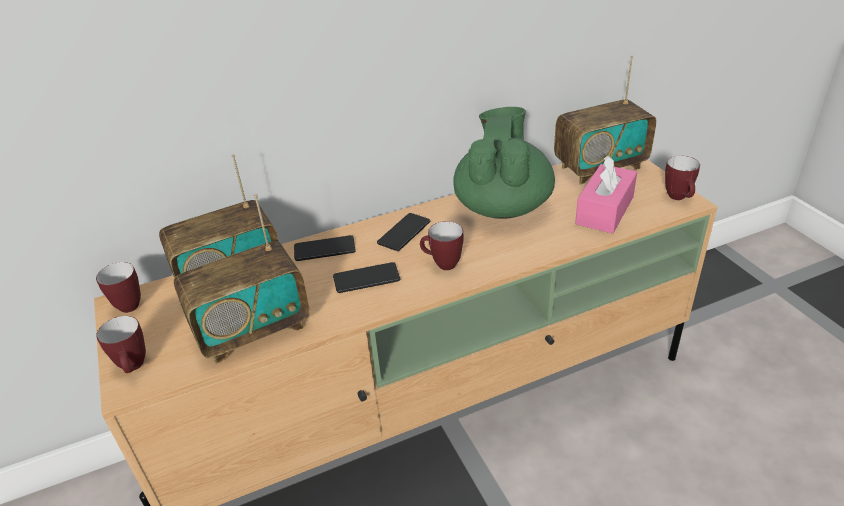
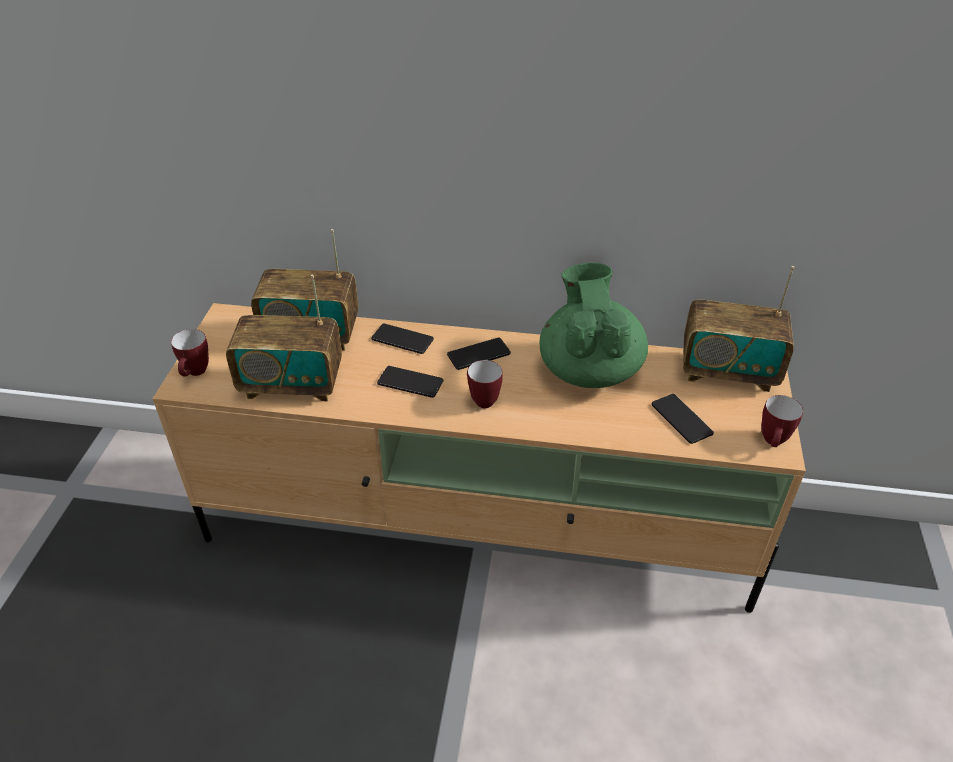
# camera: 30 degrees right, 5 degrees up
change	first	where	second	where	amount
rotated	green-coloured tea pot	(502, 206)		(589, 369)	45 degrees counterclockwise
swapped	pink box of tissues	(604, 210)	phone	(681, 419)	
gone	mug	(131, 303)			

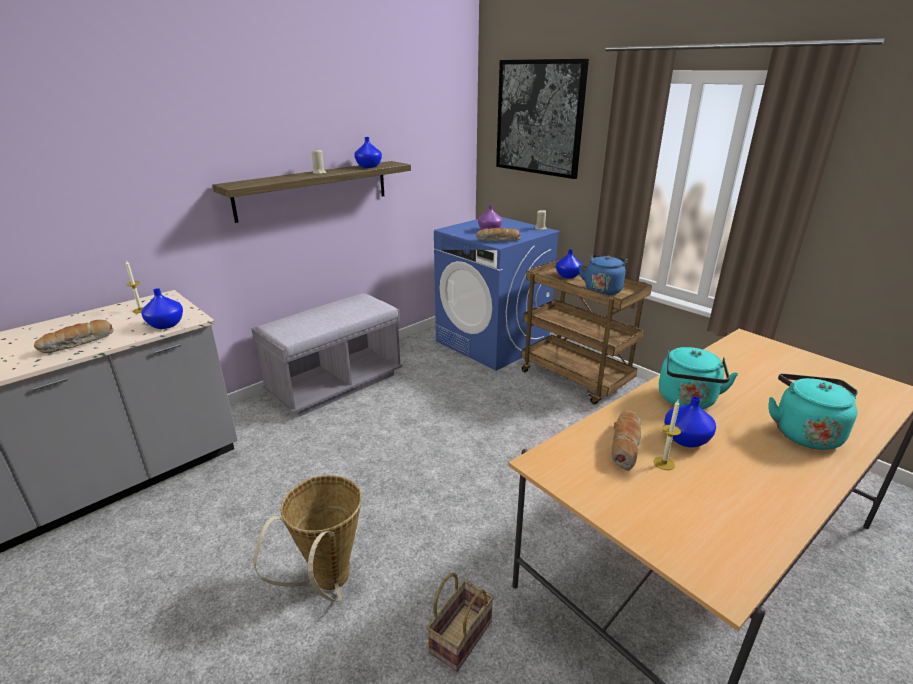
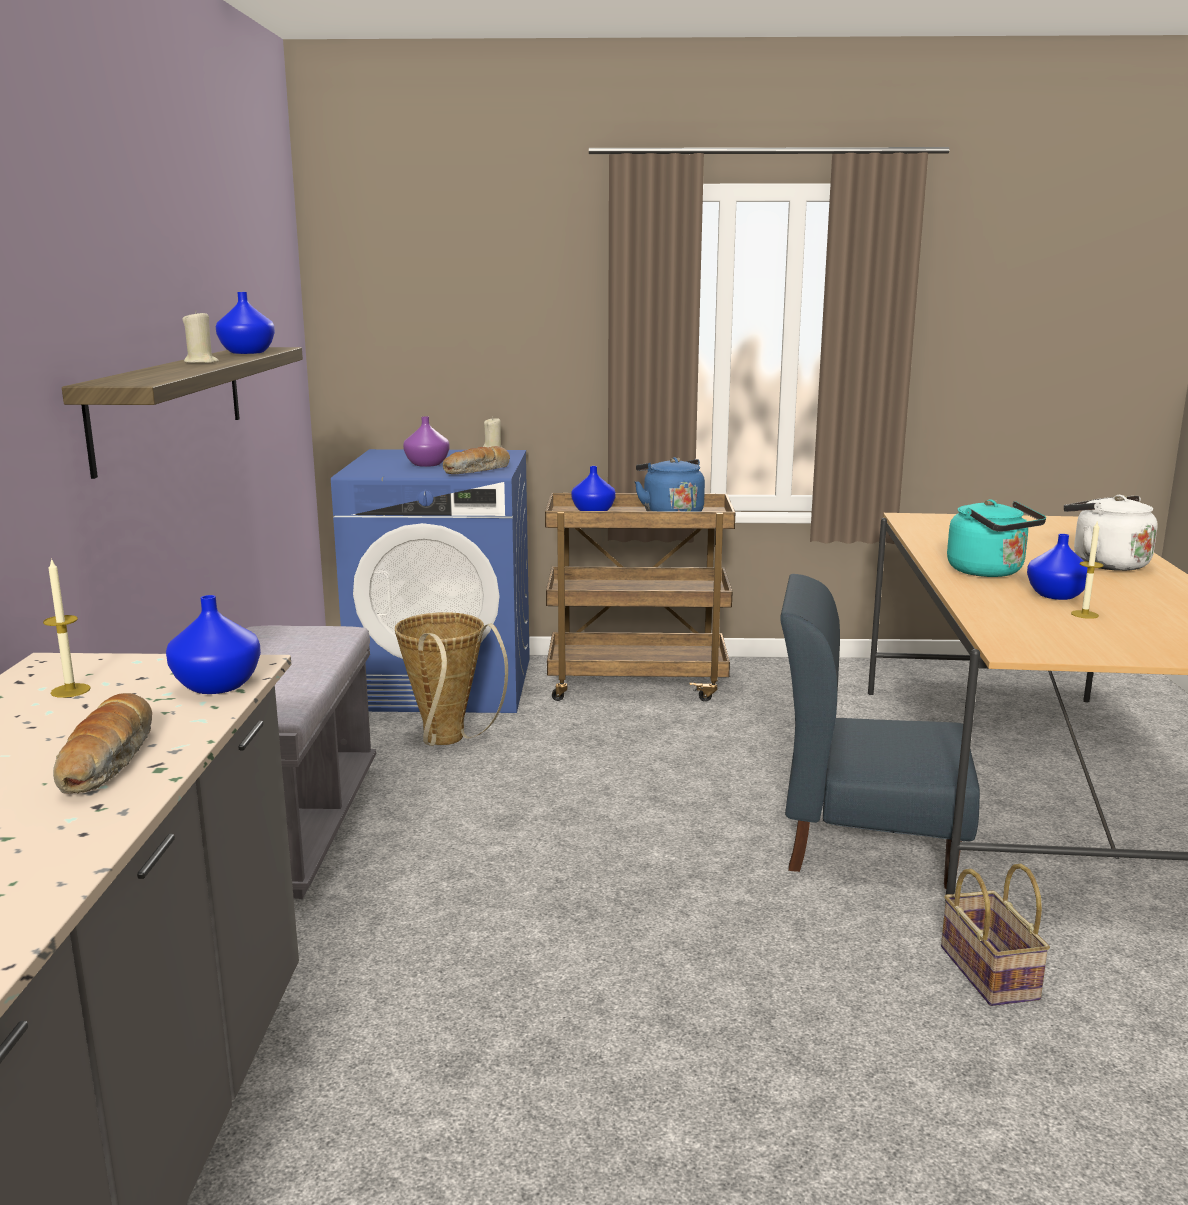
# camera: 45 degrees left, 10 degrees down
change	first	where	second	where	amount
shifted	basket	(328, 584)		(447, 742)	
new			blue-coloured upright chair	(866, 844)	
repainted	turquoise-coloured tea kettle	(804, 432)	white tea kettle	(1105, 564)	
gone	wall art	(539, 118)			
gone	baked bread	(624, 445)			

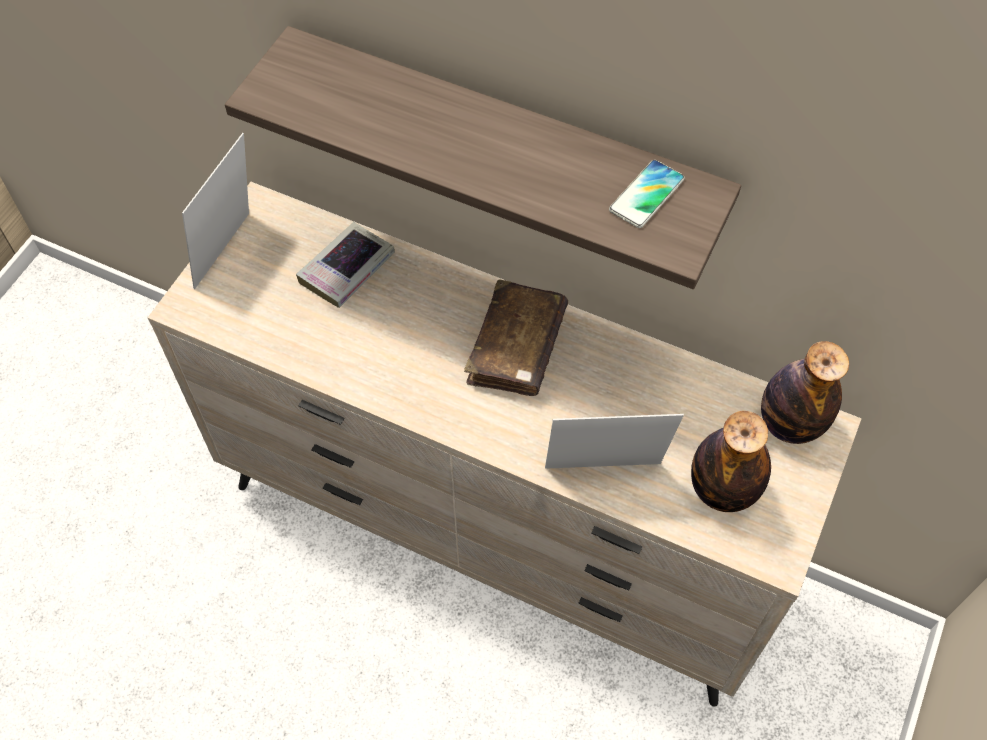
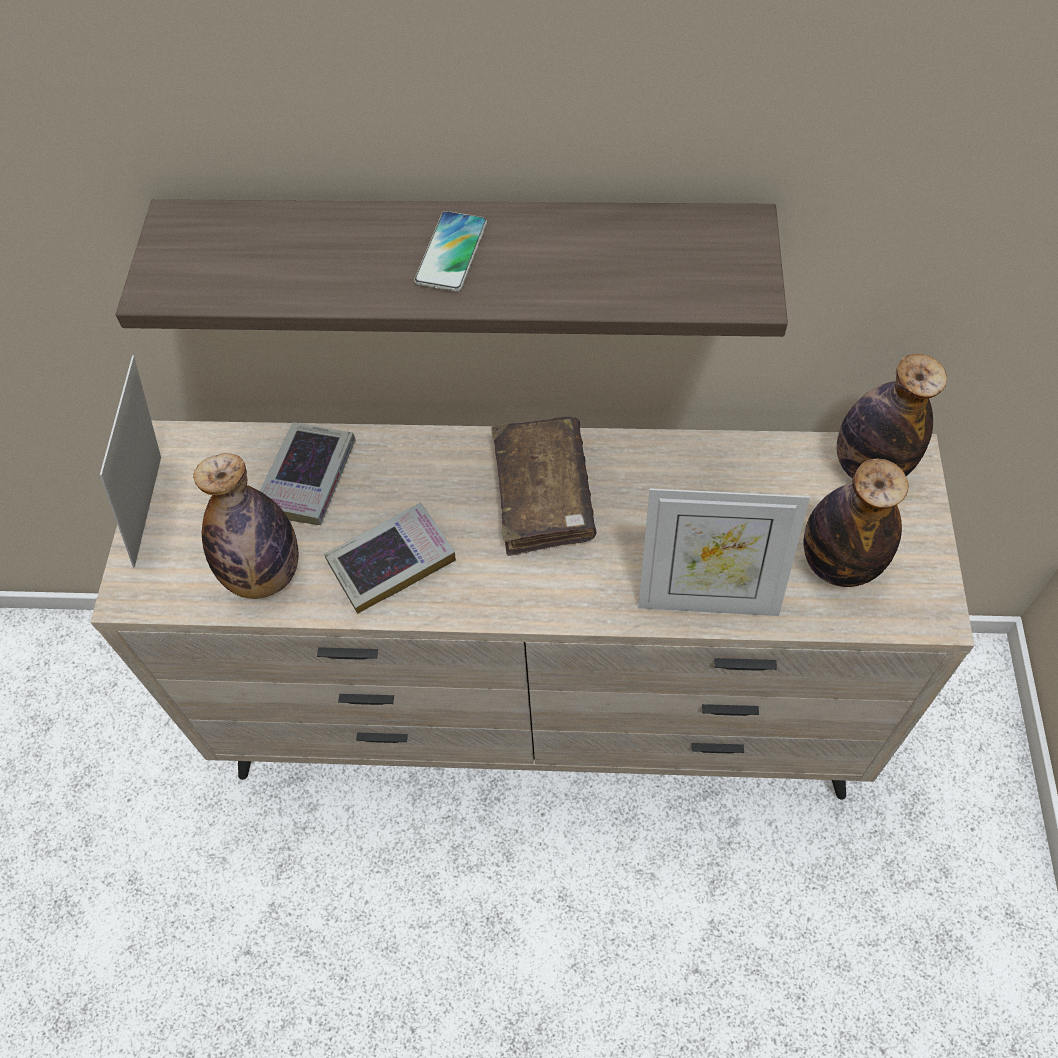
# camera: 20 degrees left, 0 degrees up
change	first	where	second	where	amount
new			beverage bottle	(264, 574)	
new			book	(391, 561)	
shifted	phone	(646, 195)		(451, 253)	
rotated	picture frame	(603, 476)		(708, 598)	150 degrees counterclockwise

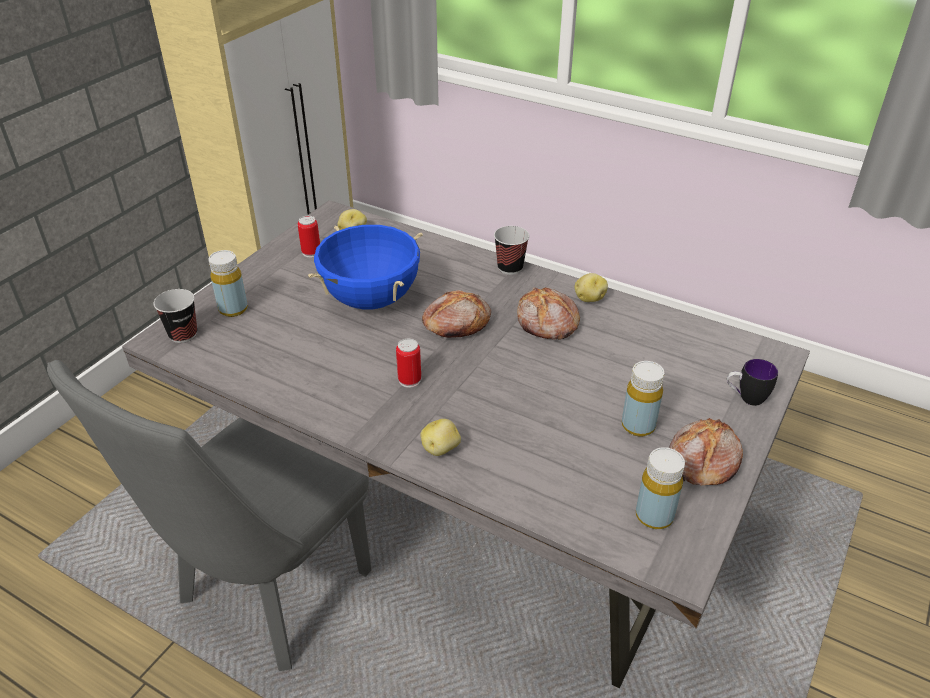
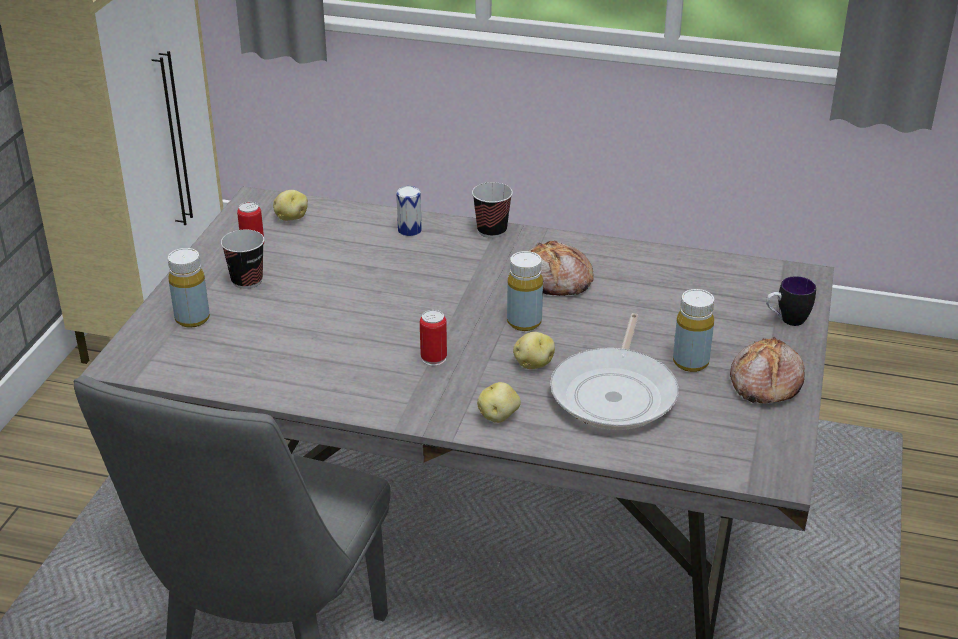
# camera: 15 degrees left, 5 degrees down
change	first	where	second	where	amount
shifted	drinking cup	(183, 334)		(247, 280)	
new			can	(409, 230)	
shifted	yellowish beverage bottle	(654, 516)		(524, 322)	
shifted	whole potato	(589, 298)		(533, 364)	
new			skillet	(615, 393)	
gone	blue-coloured cooking pot	(371, 299)			
gone	baked bread	(456, 323)			

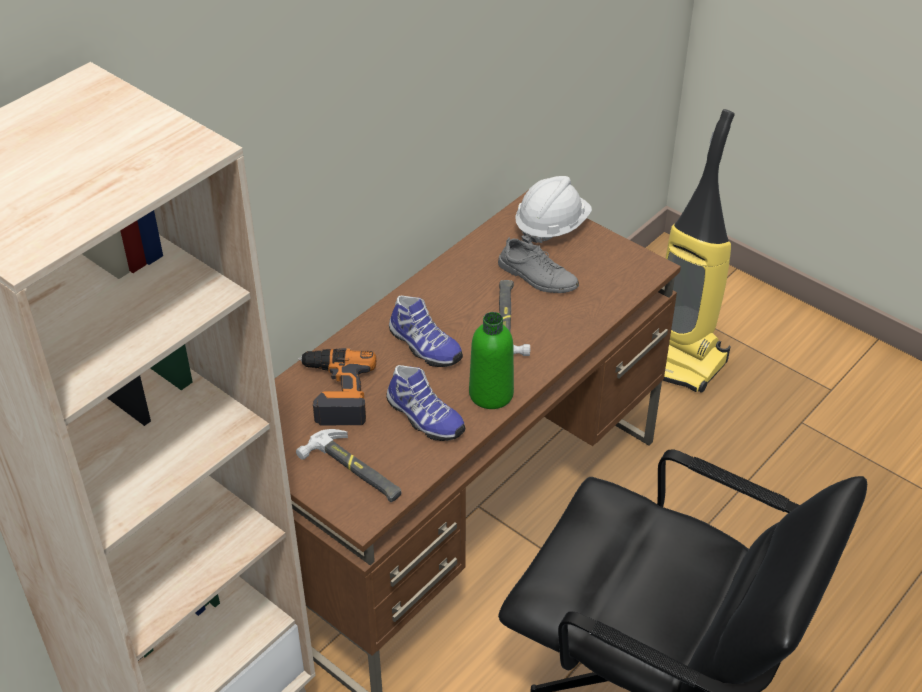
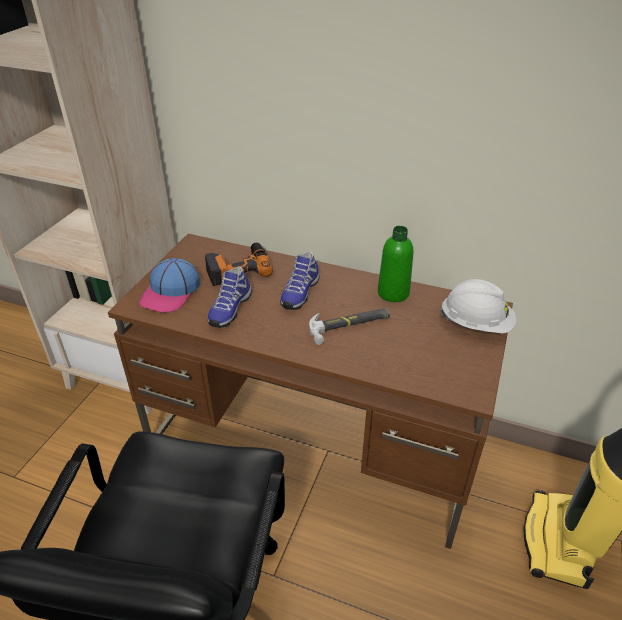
# camera: 70 degrees right, 5 degrees down
change	first	where	second	where	amount
swapped	tool hammer	(354, 471)	cap	(171, 292)	
shifted	green-coloured beverage bottle	(491, 394)		(393, 293)	
gone	greyish shoe	(537, 276)			

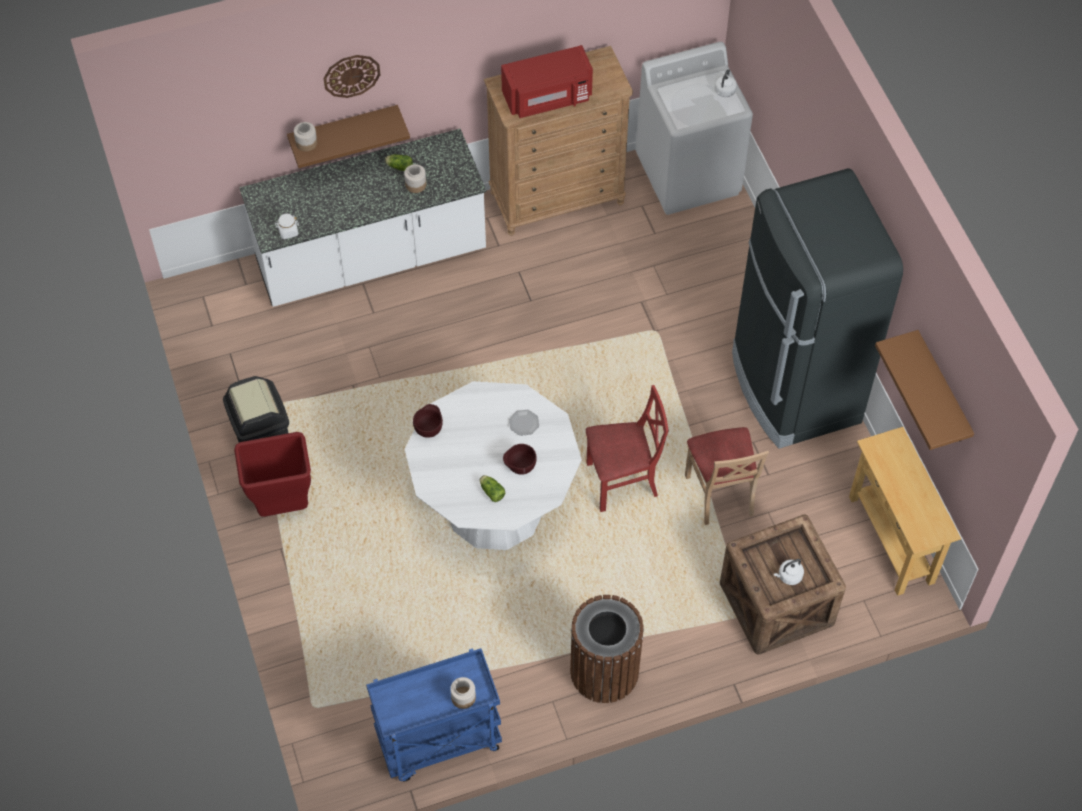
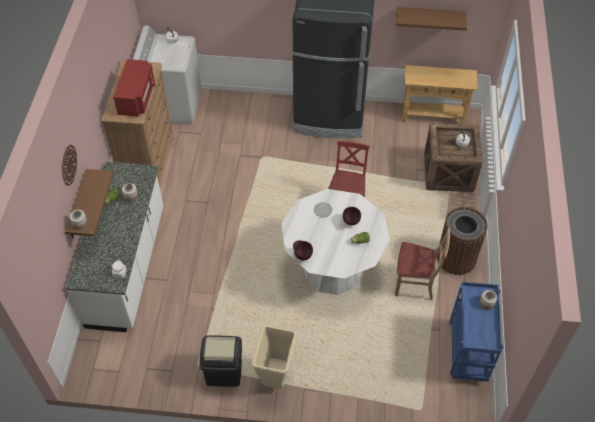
# camera: 65 degrees left, 5 degrees down
change	first	where	second	where	amount
repainted	red trash can	(283, 508)	beige trash can	(276, 378)	
shifted	beige upright chair	(720, 494)		(415, 284)	

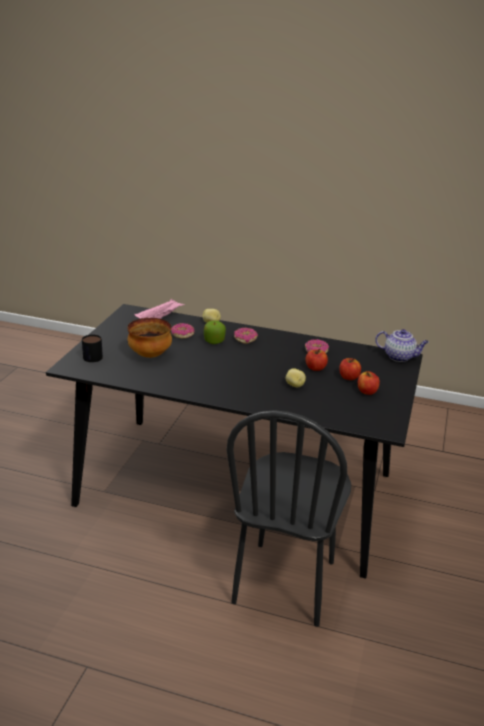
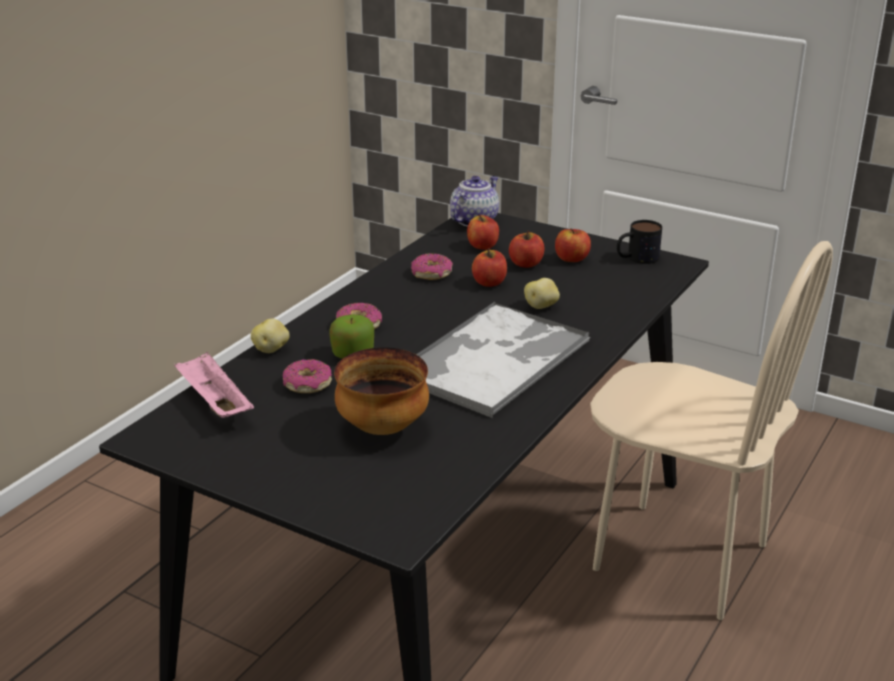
# camera: 75 degrees left, 0 degrees up
change	first	where	second	where	amount
new			serving tray	(493, 359)	
new			apple	(482, 246)	
repainted	black-coloured upright chair	(285, 582)	beige upright chair	(680, 558)	
shifted	mug	(90, 355)		(636, 258)	

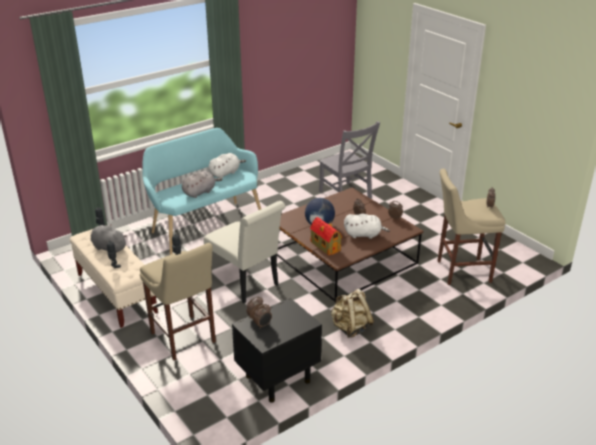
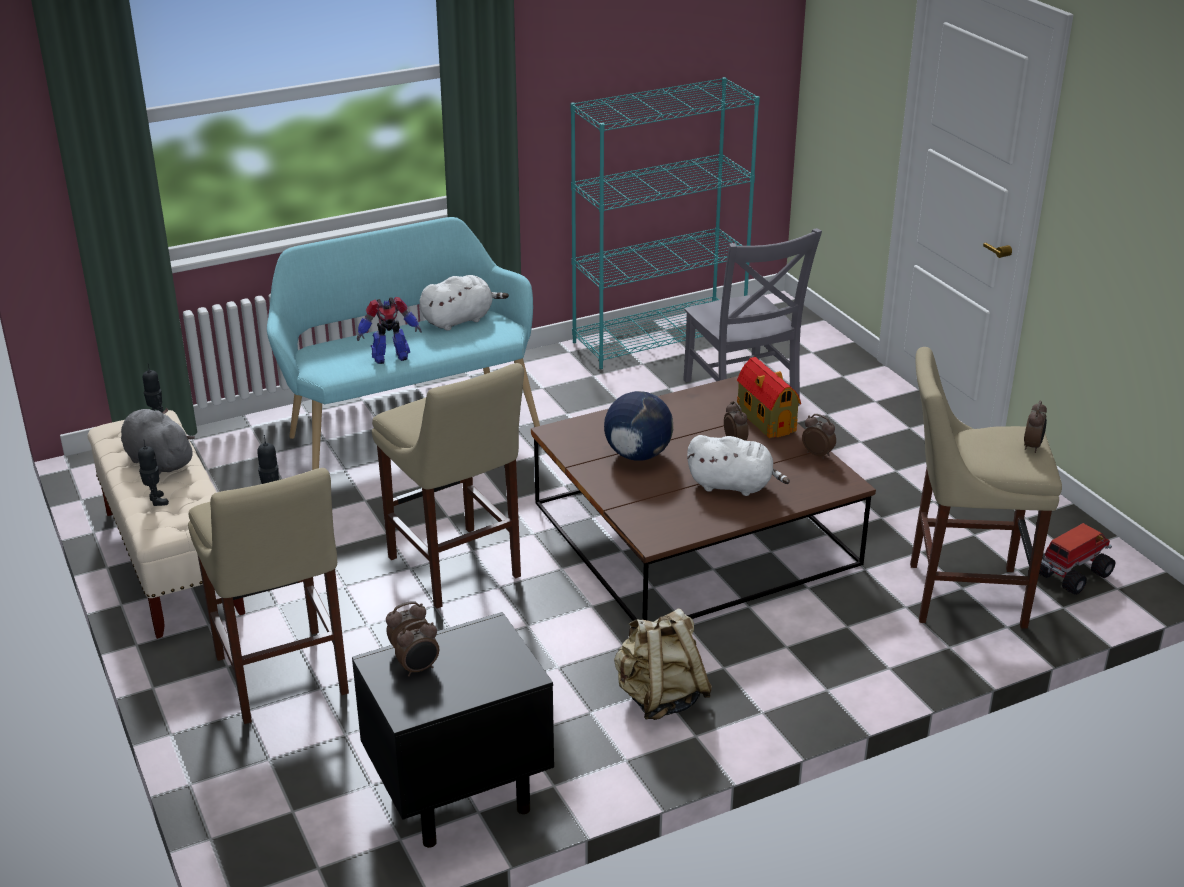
# camera: 10 degrees right, 0 degrees up
change	first	where	second	where	amount
swapped	greyish cuddly toy	(200, 192)	toy robot	(390, 357)	
swapped	white upright chair	(246, 284)	beige sitting stool	(457, 570)	
new			turquoise-coloured shelving unit	(660, 337)	
shifted	model house	(325, 245)		(765, 419)	
new			toy truck	(1071, 574)	

